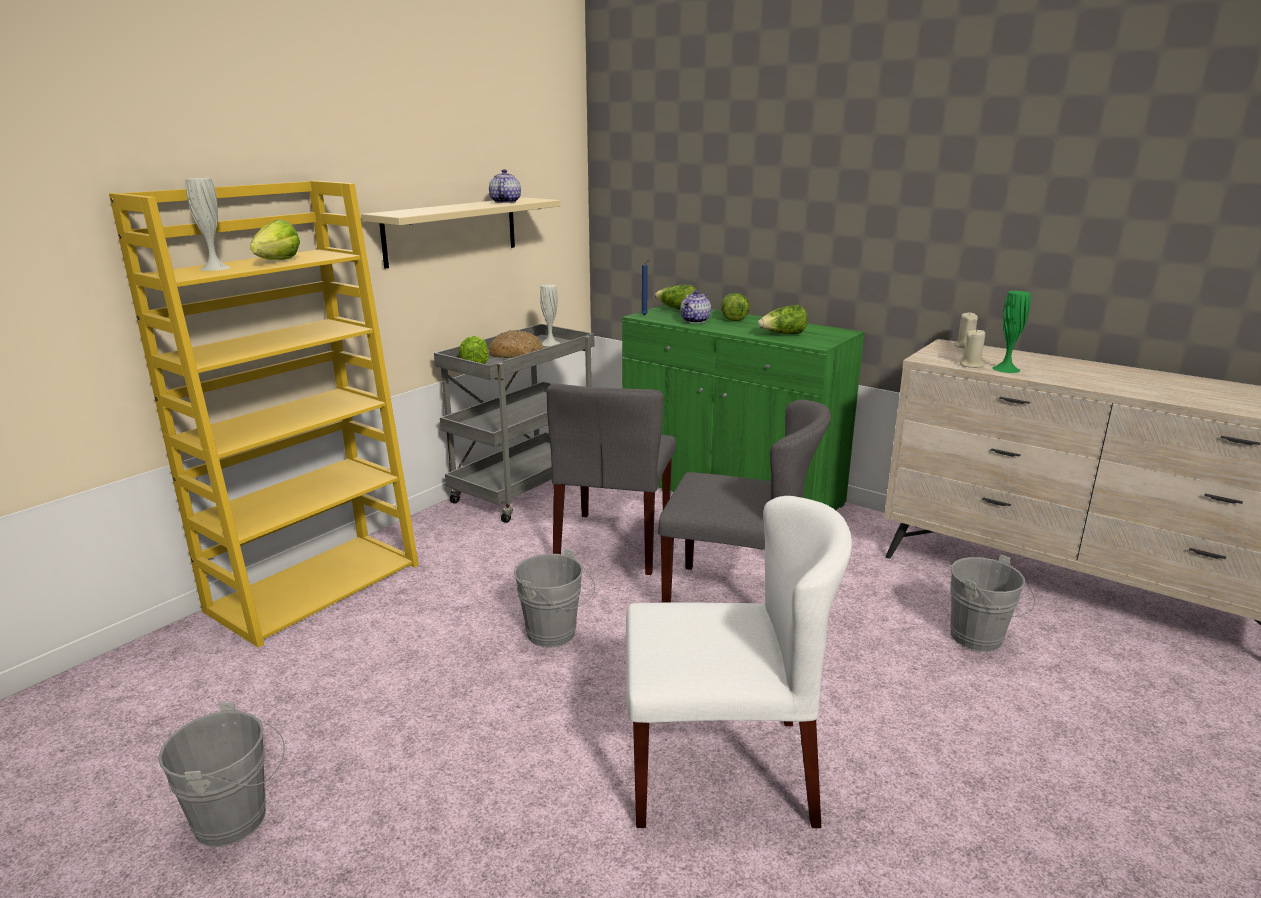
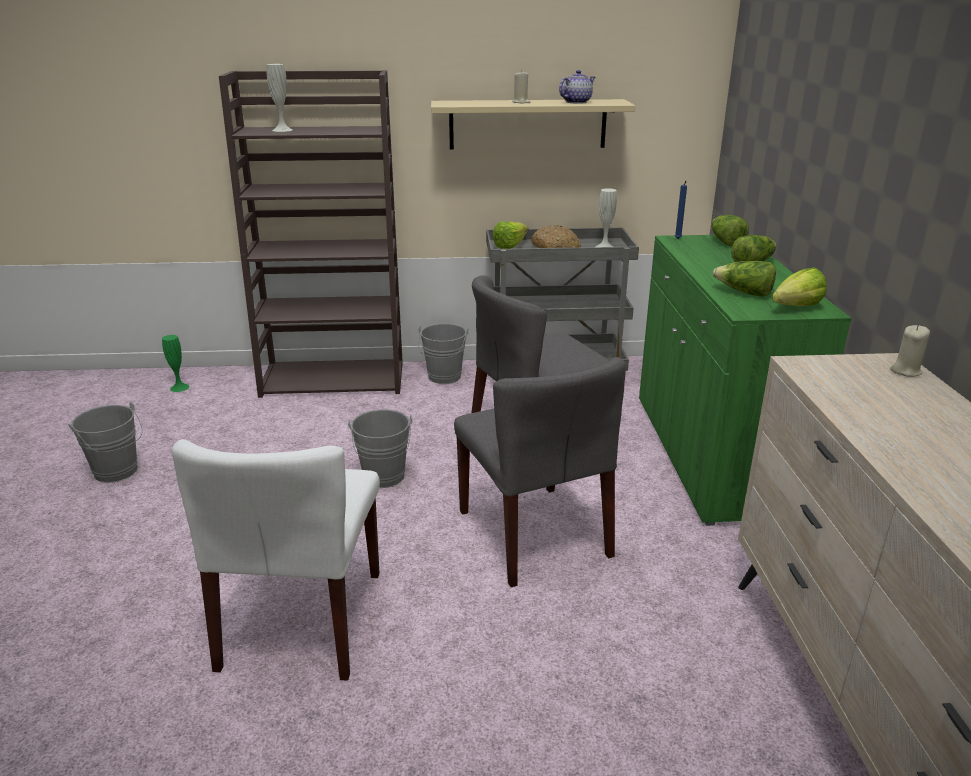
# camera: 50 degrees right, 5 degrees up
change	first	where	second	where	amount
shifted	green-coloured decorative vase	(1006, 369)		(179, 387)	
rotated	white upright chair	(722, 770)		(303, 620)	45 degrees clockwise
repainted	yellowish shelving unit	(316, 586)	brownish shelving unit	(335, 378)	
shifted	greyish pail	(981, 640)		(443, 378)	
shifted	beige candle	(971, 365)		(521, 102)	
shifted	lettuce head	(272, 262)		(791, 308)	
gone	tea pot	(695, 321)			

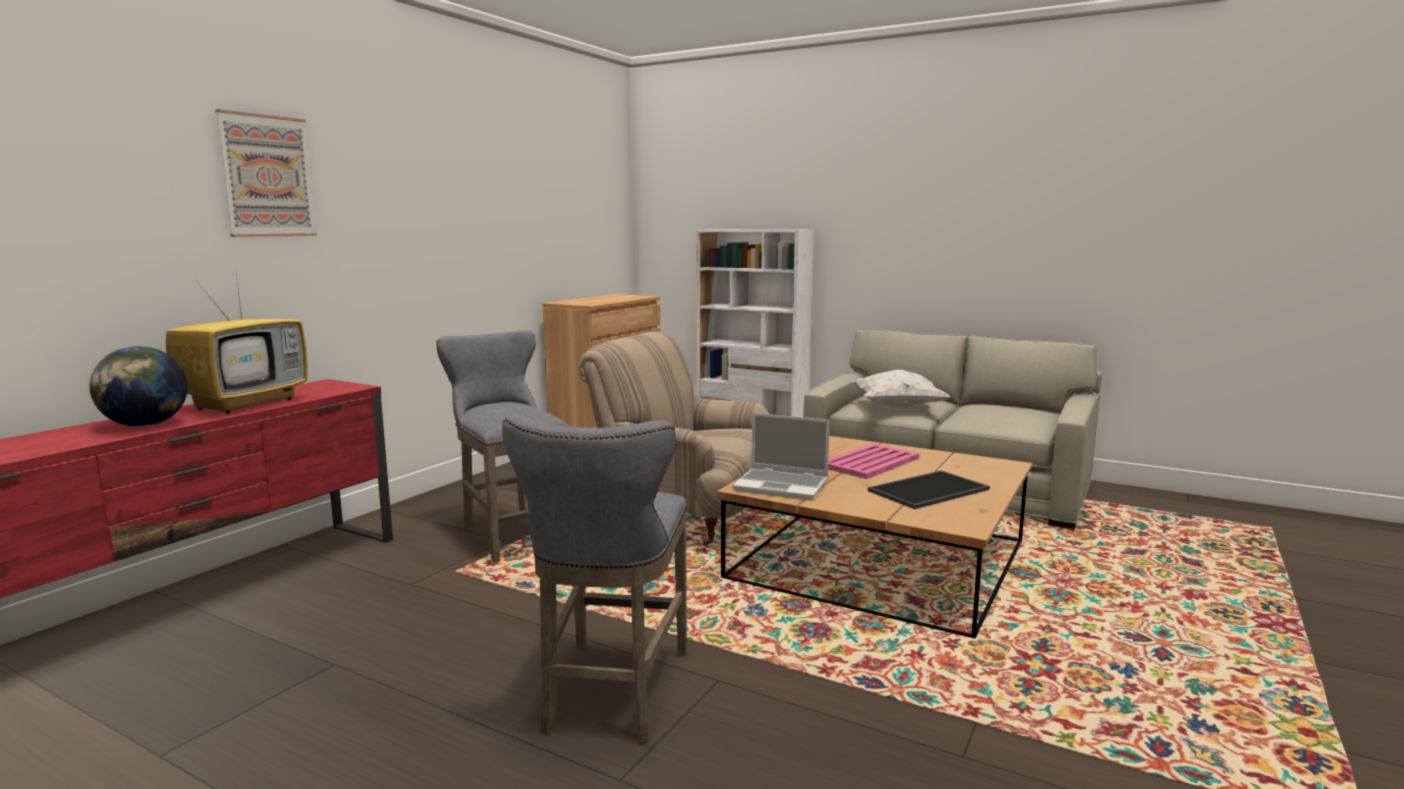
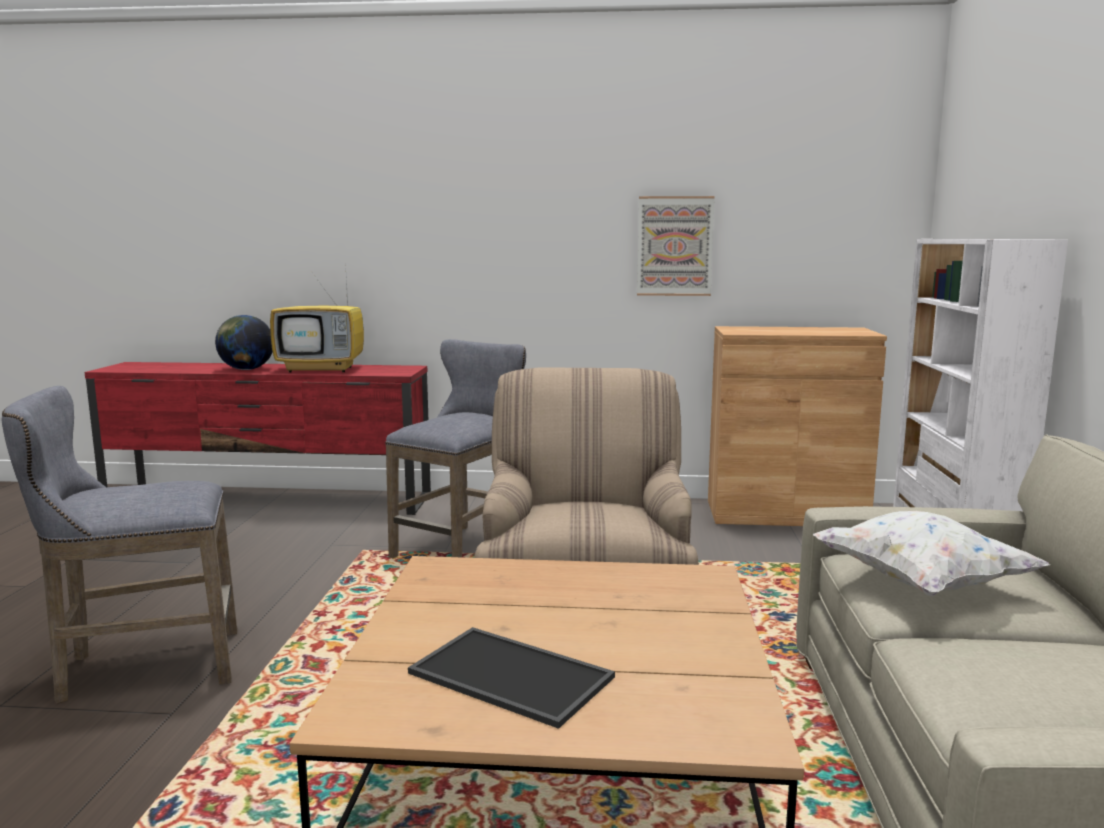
# camera: 65 degrees right, 0 degrees up
change	first	where	second	where	amount
shifted	wall art	(267, 176)		(674, 246)	
gone	portable computer	(782, 486)			
gone	pink serving tray	(870, 462)			

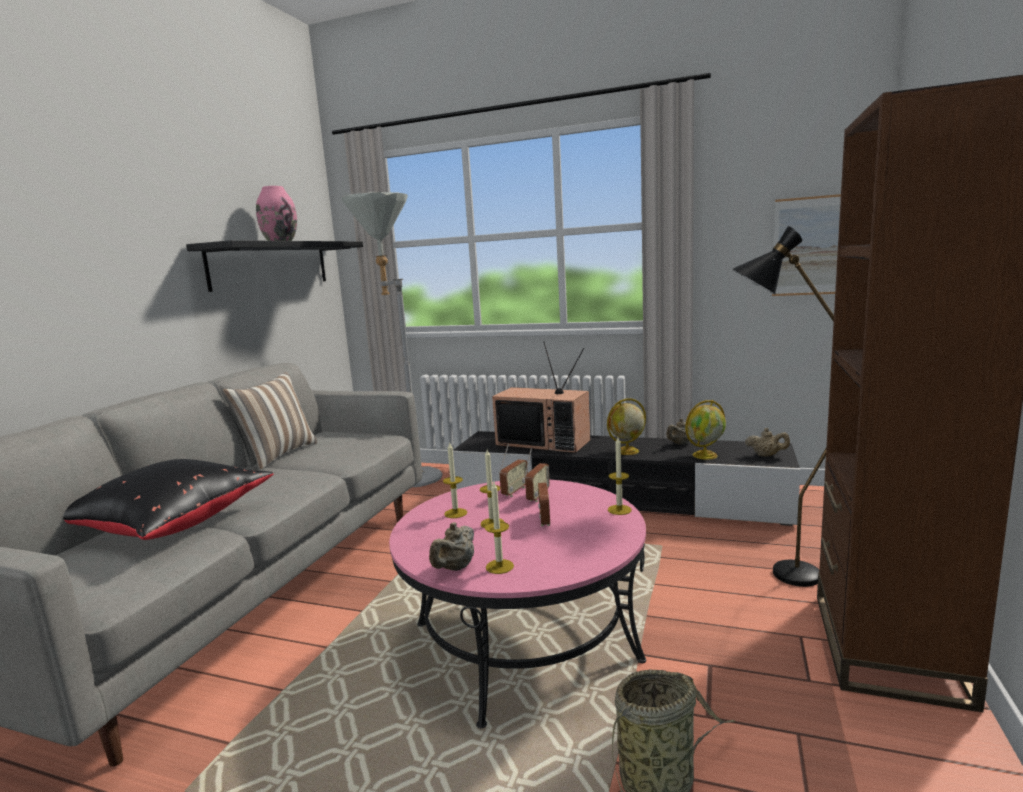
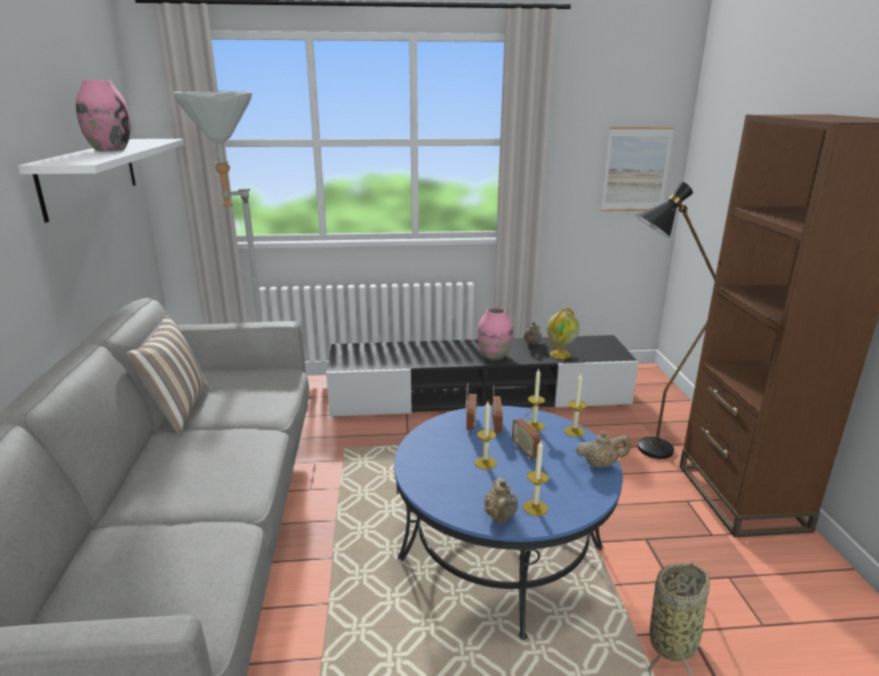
# camera: 25 degrees left, 10 degrees up
change	first	where	second	where	amount
repainted	black-coloured wall shelf	(271, 265)	white wall shelf	(91, 175)	
repainted	pink low table	(524, 641)	blue-coloured low table	(501, 553)	
swapped	desk globe	(626, 451)	pink decorative vase	(494, 356)	
shifted	candle	(455, 513)		(534, 426)	
shifted	beige tea pot	(766, 455)		(600, 464)	
gone	black-coloured throw pillow	(170, 524)			
gone	TV	(545, 442)			

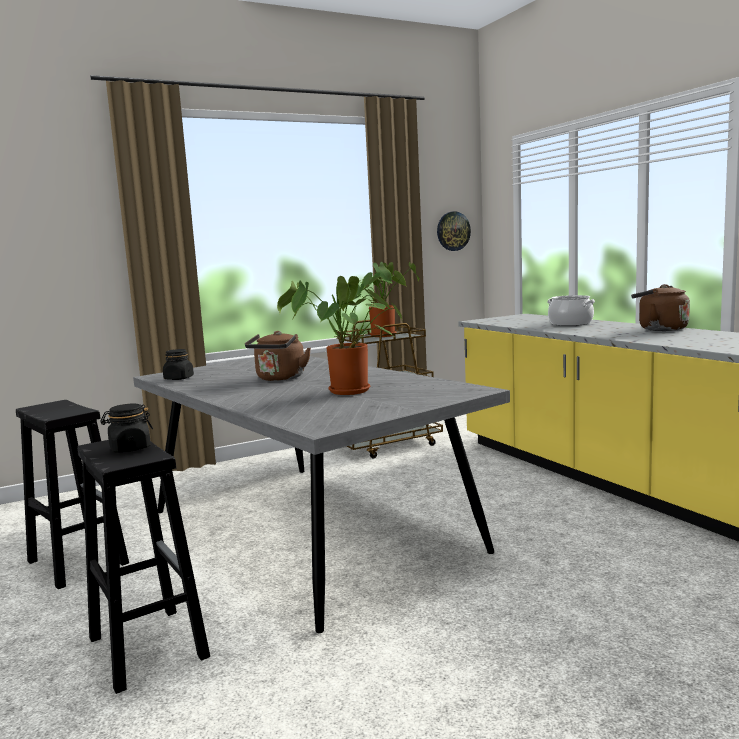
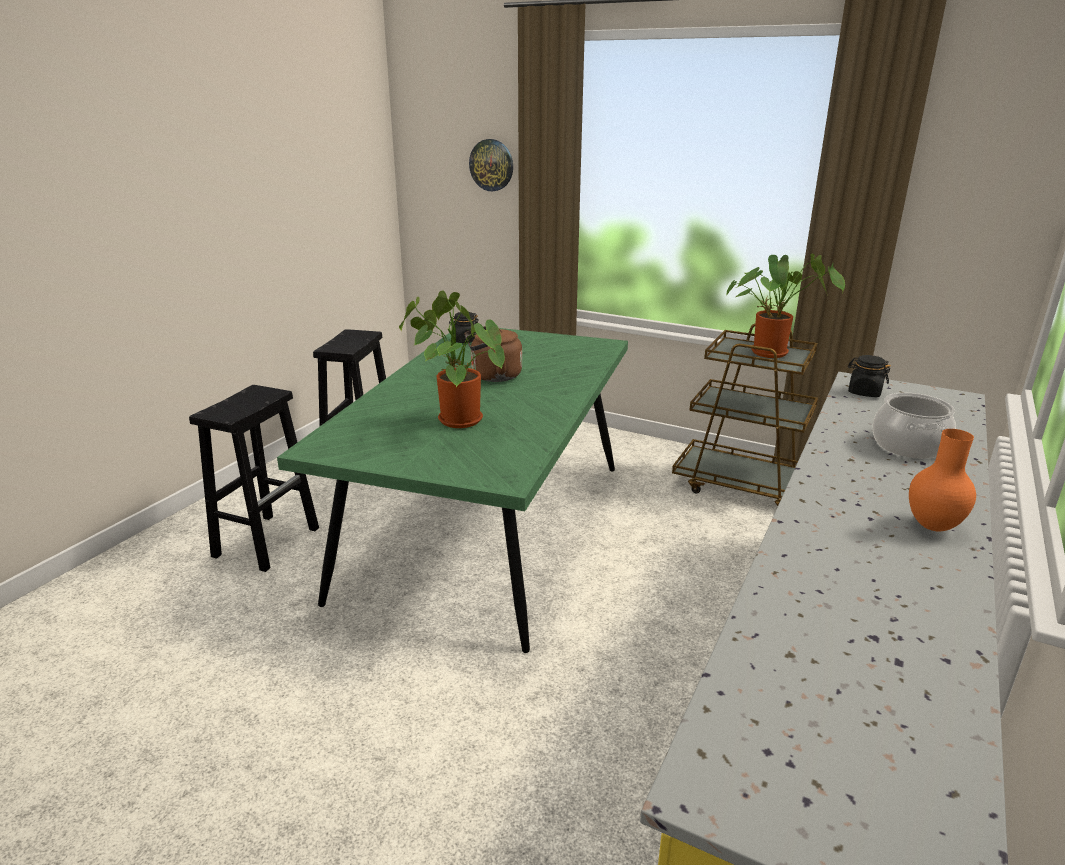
# camera: 55 degrees right, 15 degrees up
change	first	where	second	where	amount
repainted	greyish dining table	(310, 530)	green-coloured dining table	(488, 528)	
shifted	wall clock	(453, 231)		(491, 165)	
shifted	black-coloured jar	(130, 448)		(864, 392)	
swapped	brownish tea kettle	(659, 329)	orangey decorative vase	(933, 526)	

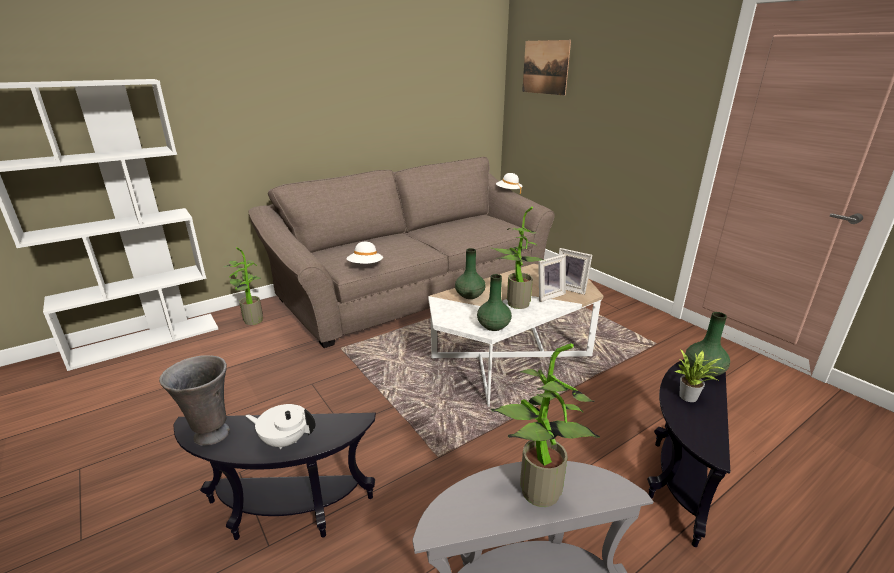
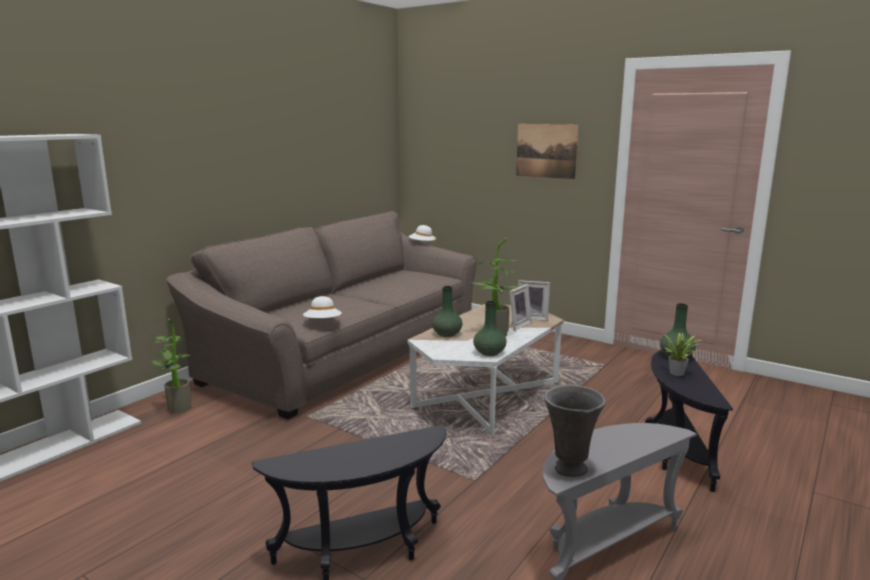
# camera: 20 degrees left, 10 degrees down
change	first	where	second	where	amount
shifted	wall art	(545, 67)		(546, 151)	
shifted	greyish decorative vase	(210, 435)		(569, 469)	
gone	white tea pot	(285, 440)			
gone	potted plant	(535, 493)			

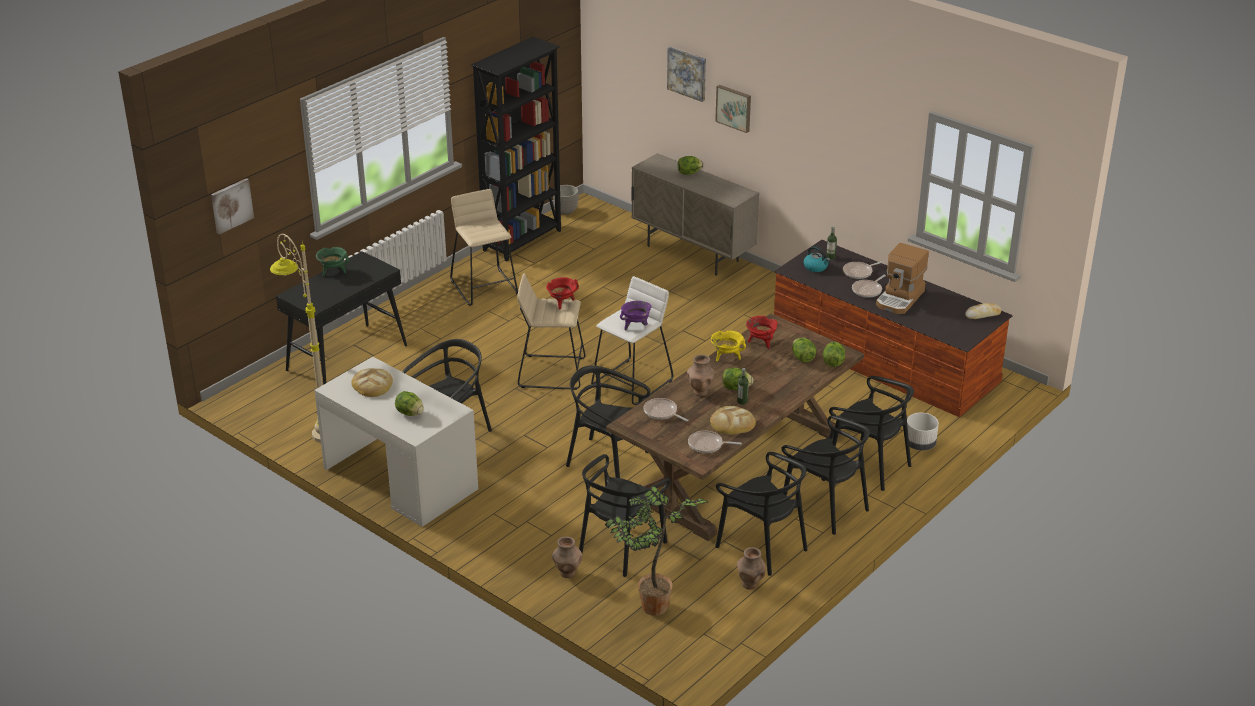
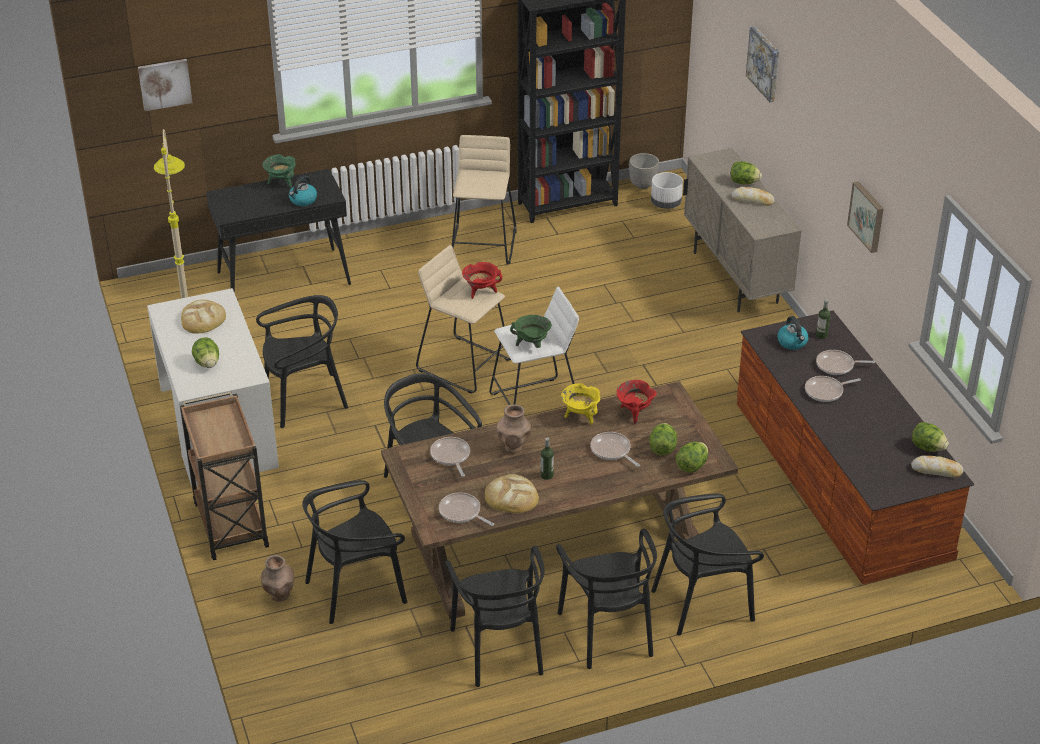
# camera: 30 degrees right, 5 degrees up
change	first	where	second	where	amount
new			brownish cart	(230, 523)	
new			tea kettle	(303, 200)	
repainted	purple-coloured cooking pot	(636, 326)	green-coloured cooking pot	(532, 345)	
new			skillet	(612, 451)	
shifted	white plant pot	(920, 445)		(666, 204)	
rotated	black-coloured upright chair	(868, 465)		(702, 602)	90 degrees clockwise
new			baked bread	(752, 200)	
shifted	wall art	(734, 108)		(867, 216)	
shifted	lettuce head	(736, 388)		(927, 447)	
gone	potted plant	(651, 608)			
gone	brownish decorative vase	(750, 584)			
gone	coffee brewer	(900, 299)			

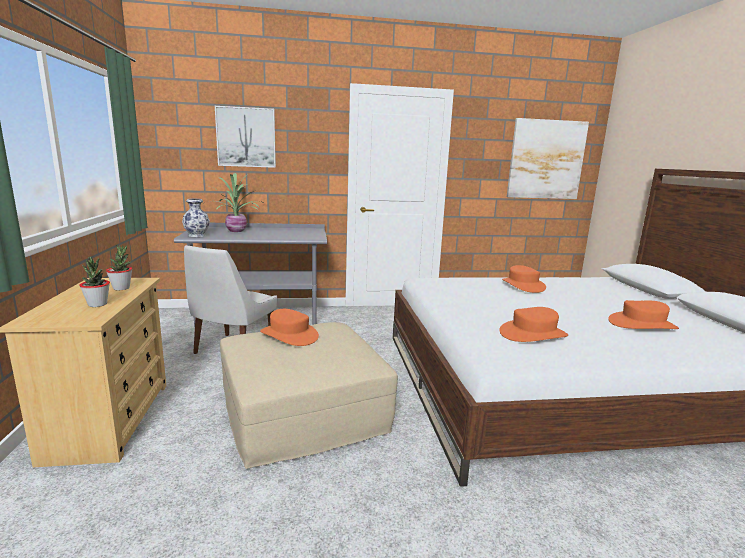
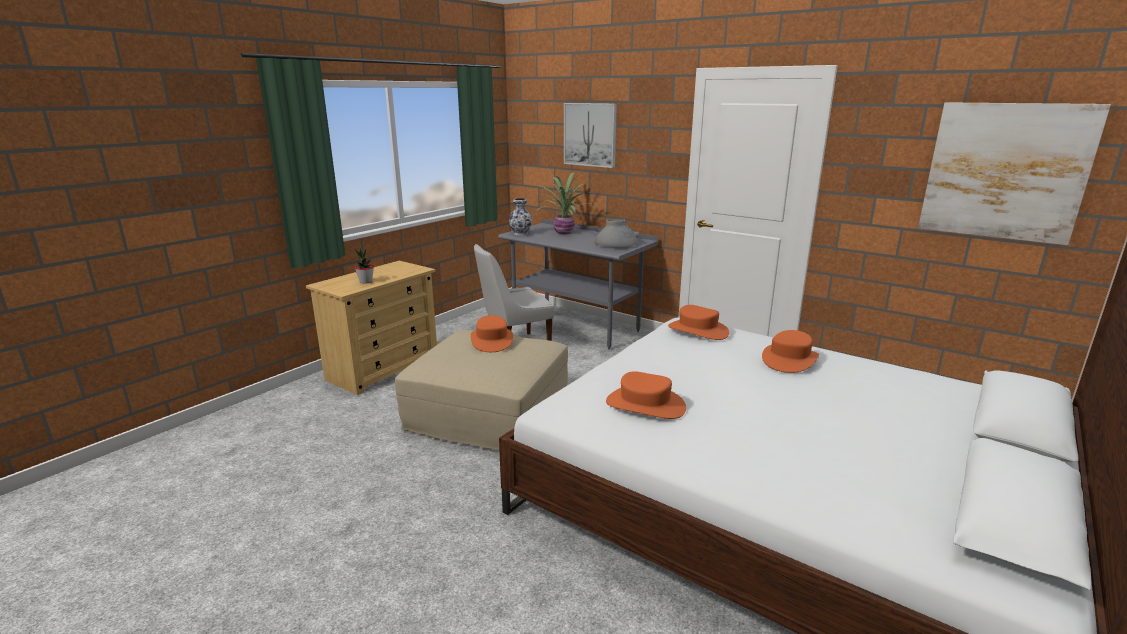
# camera: 45 degrees right, 5 degrees up
change	first	where	second	where	amount
new			greyish decorative vase	(615, 244)	
shifted	orangey hat	(642, 324)		(697, 330)	
gone	potted plant	(121, 288)			

